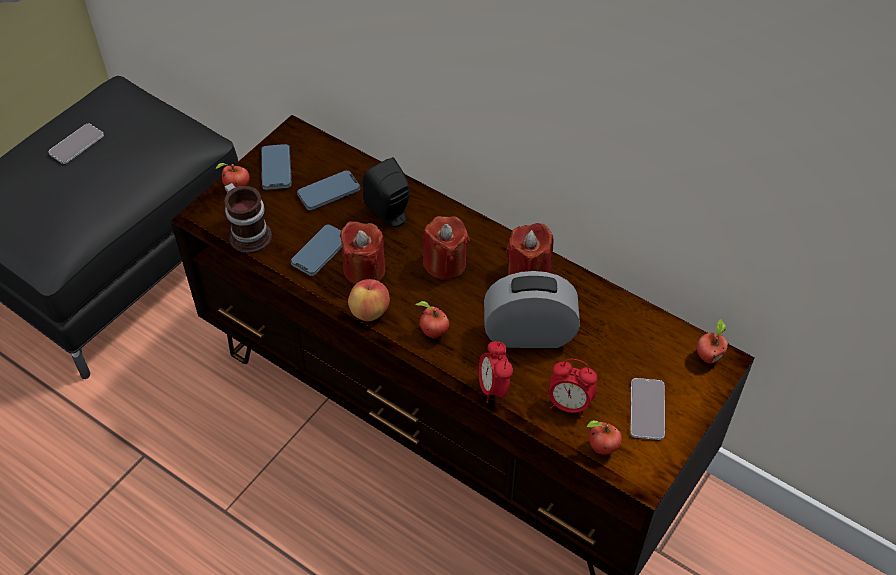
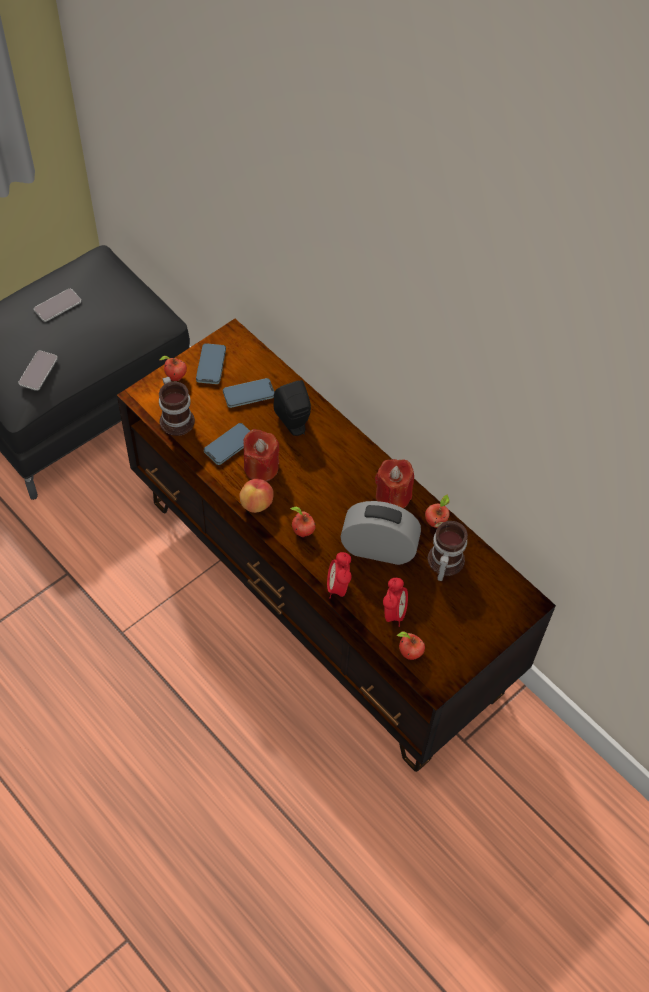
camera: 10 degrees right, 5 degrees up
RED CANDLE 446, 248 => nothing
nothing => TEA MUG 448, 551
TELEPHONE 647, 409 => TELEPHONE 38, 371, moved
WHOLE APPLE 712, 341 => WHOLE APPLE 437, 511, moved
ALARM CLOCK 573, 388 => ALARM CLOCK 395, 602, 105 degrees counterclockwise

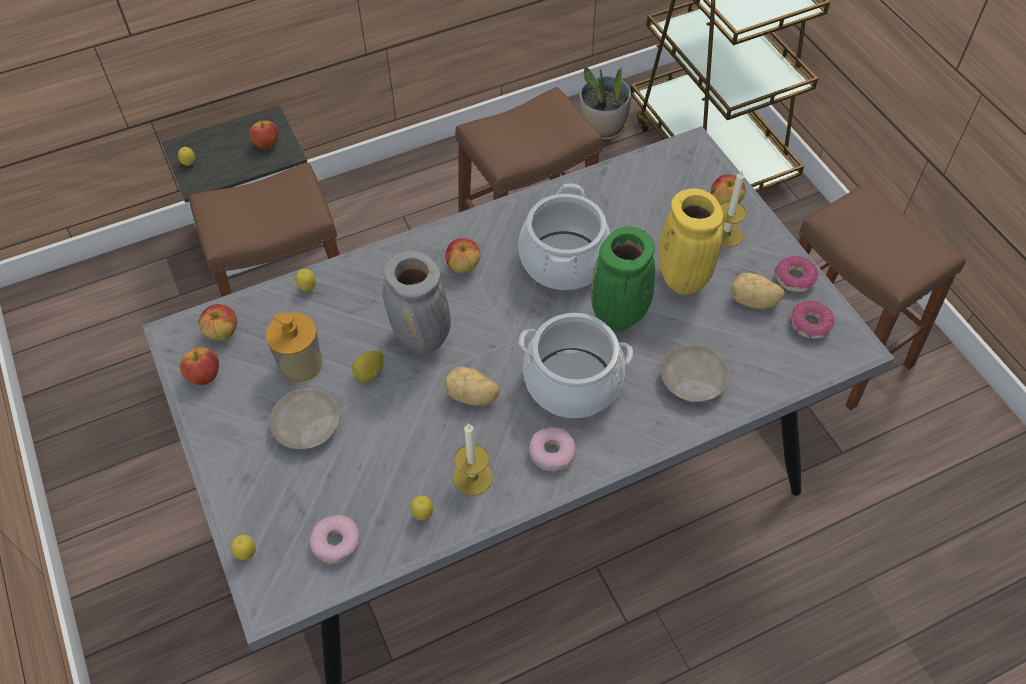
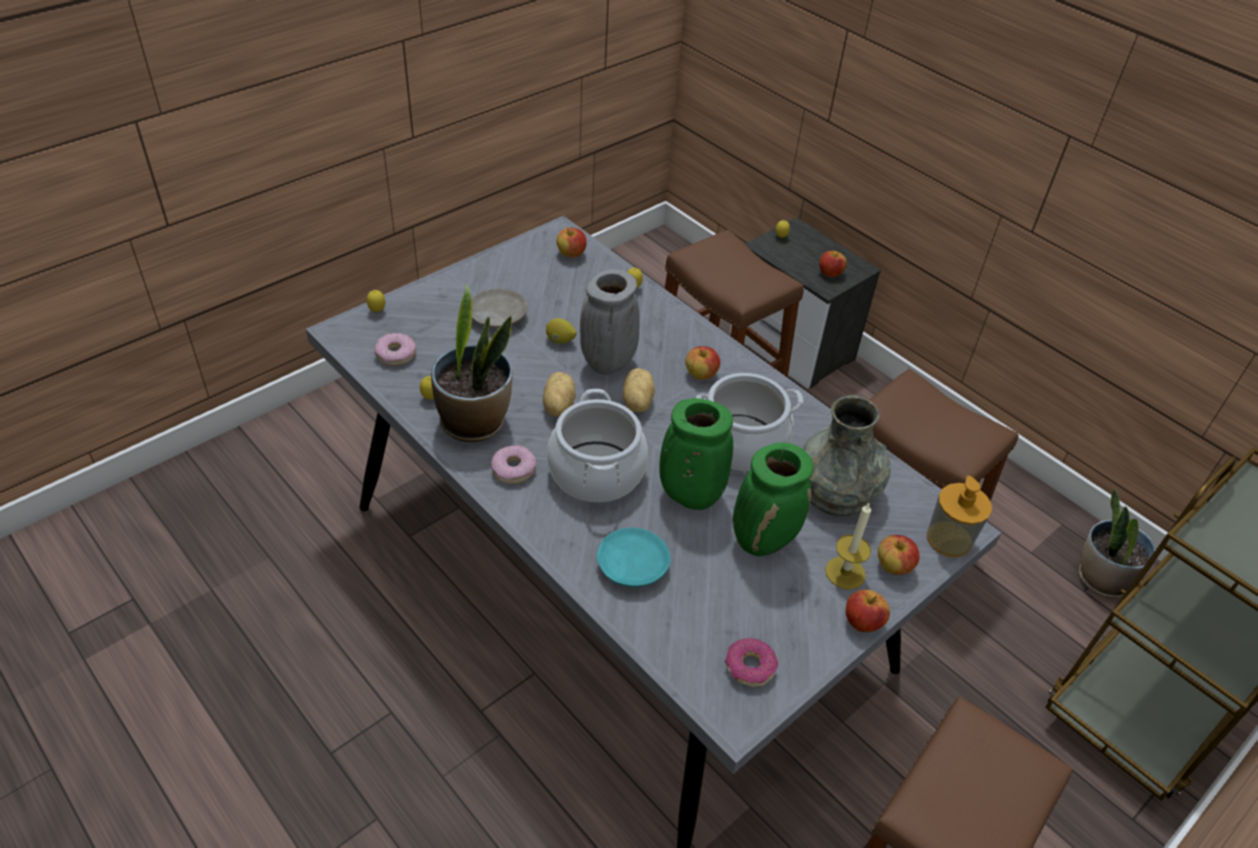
camera: 70 degrees right, 10 degrees down
RING DOUGHNUT 797, 274 => nothing
nothing => GRAY FLOWER VASE 846, 456
WHOLE APPLE 199, 366 => WHOLE APPLE 868, 611, moved
SOAP BOTTLE 293, 347 => SOAP BOTTLE 959, 517, moved
SPUD 757, 291 => SPUD 639, 390, moved
CANDLE 473, 459 => POTTED PLANT 472, 363
YELLOW FLOWER VASE 691, 241 => GREEN-COLOURED FLOWER VASE 773, 499
BEIGE FLAT DISH 695, 373 => TURQUOISE-COLOURED FLAT DISH 634, 557

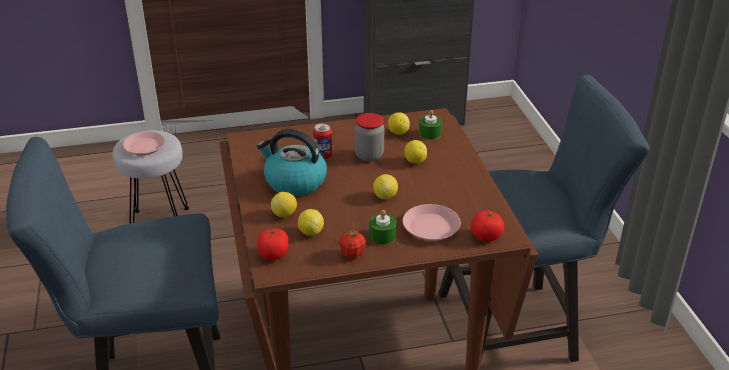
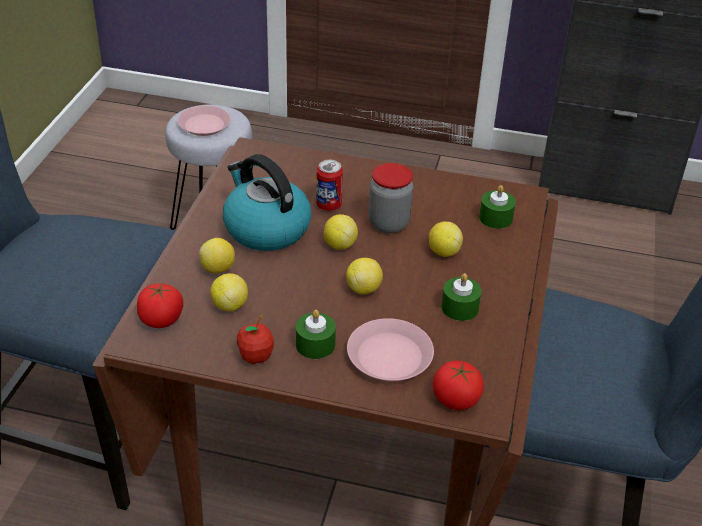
camera: 25 degrees right, 5 degrees up
nothing => GREEN-COLOURED CANDLE 461, 297
LEMON 399, 123 => LEMON 340, 232, moved

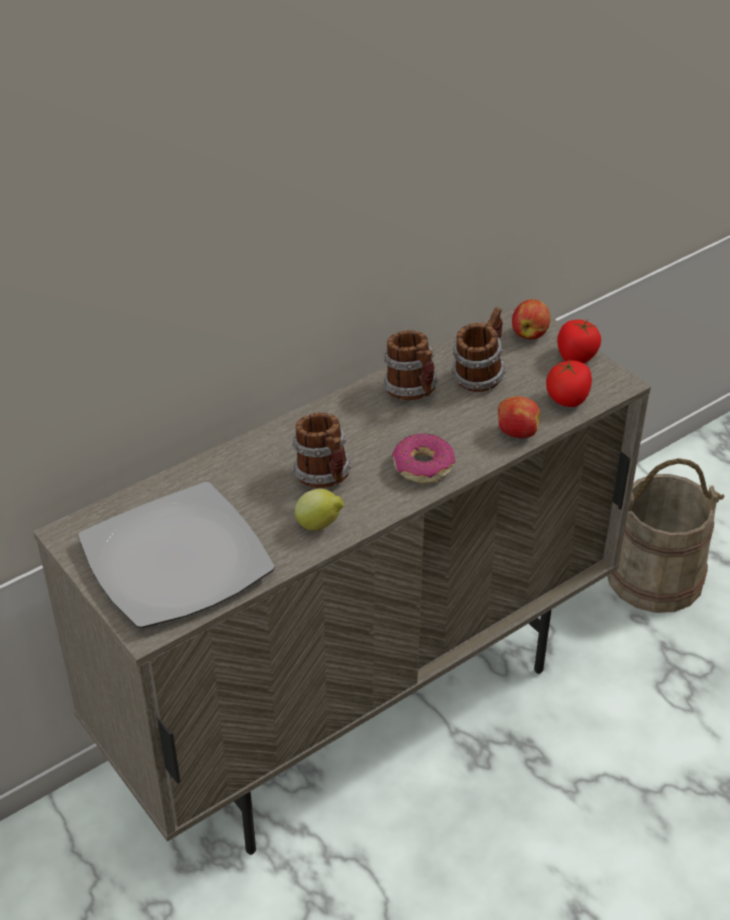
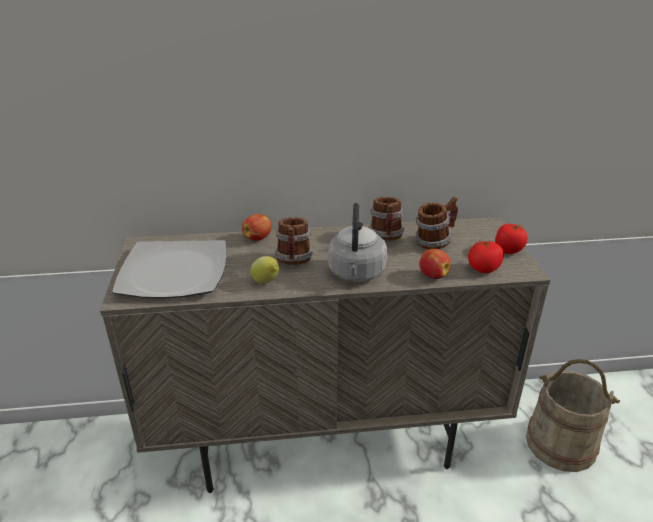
camera: 30 degrees right, 10 degrees down
WHOLE APPLE 531, 319 => WHOLE APPLE 257, 227, moved
RING DOUGHNUT 423, 458 => GRAY WATER KETTLE 357, 242

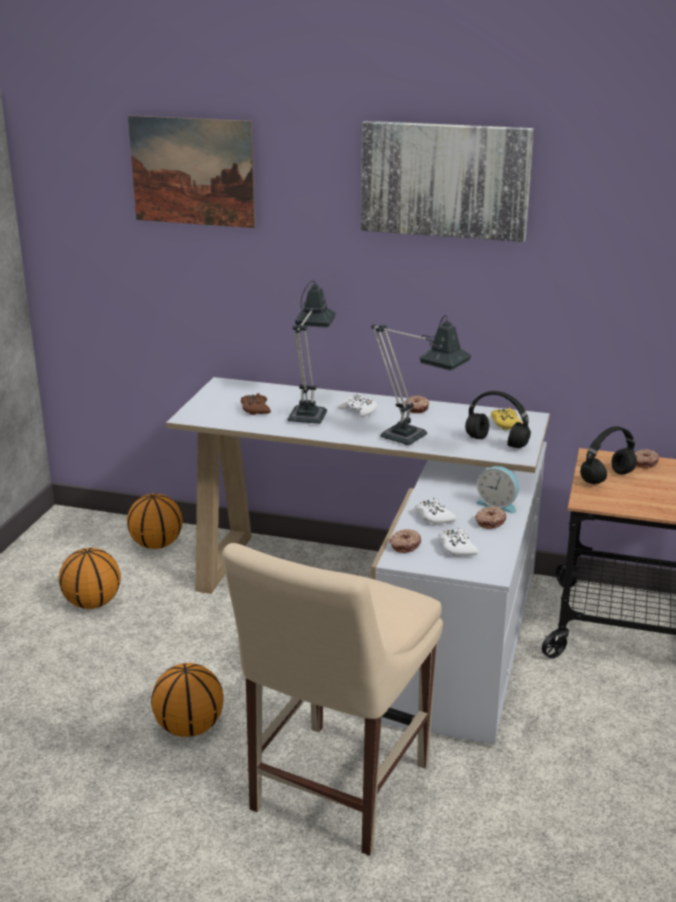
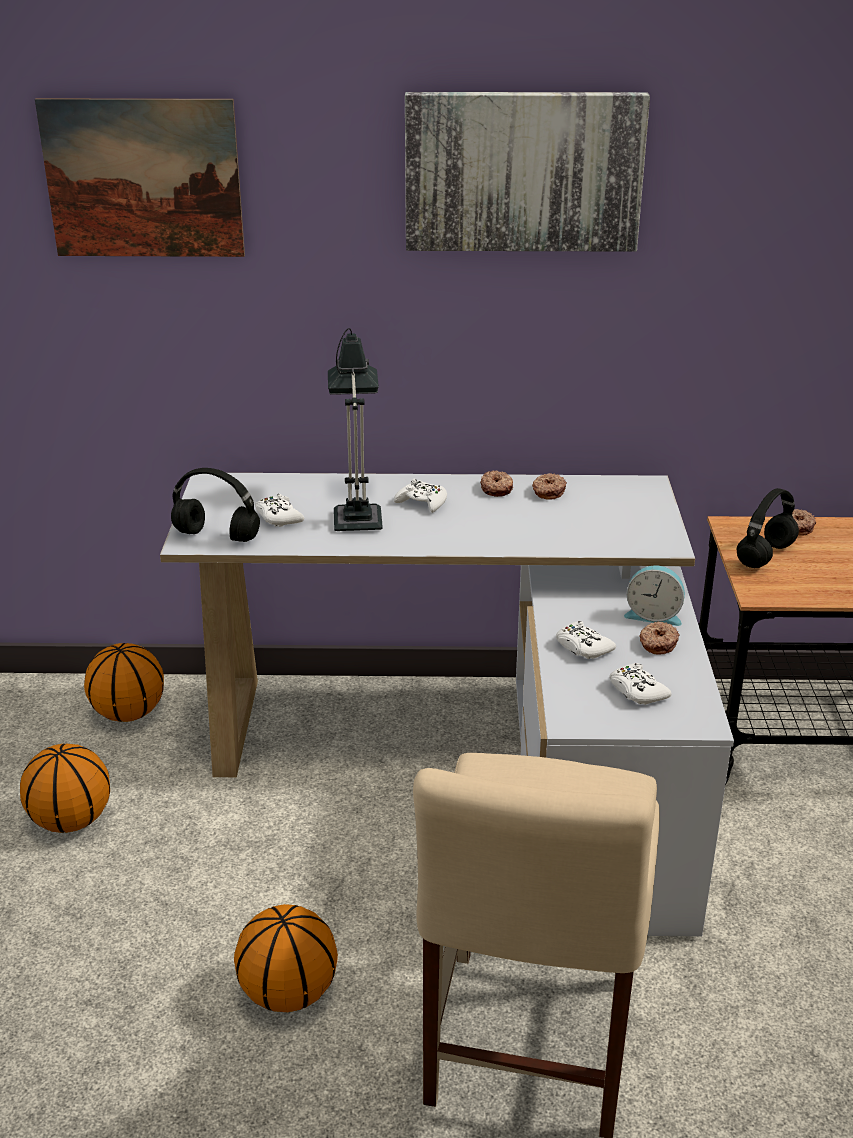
camera: 15 degrees left, 5 degrees up
TABLE LAMP 421, 380 => nothing
YELLOW GAME CONTROLLER 507, 419 => nothing
RING DOUGHNUT 405, 541 => RING DOUGHNUT 549, 486, moved
BLACK HEADSET 498, 419 => BLACK HEADSET 215, 505, moved
BROWN-COLOURED GAME CONTROLLER 256, 404 => WHITE-COLOURED GAME CONTROLLER 279, 510

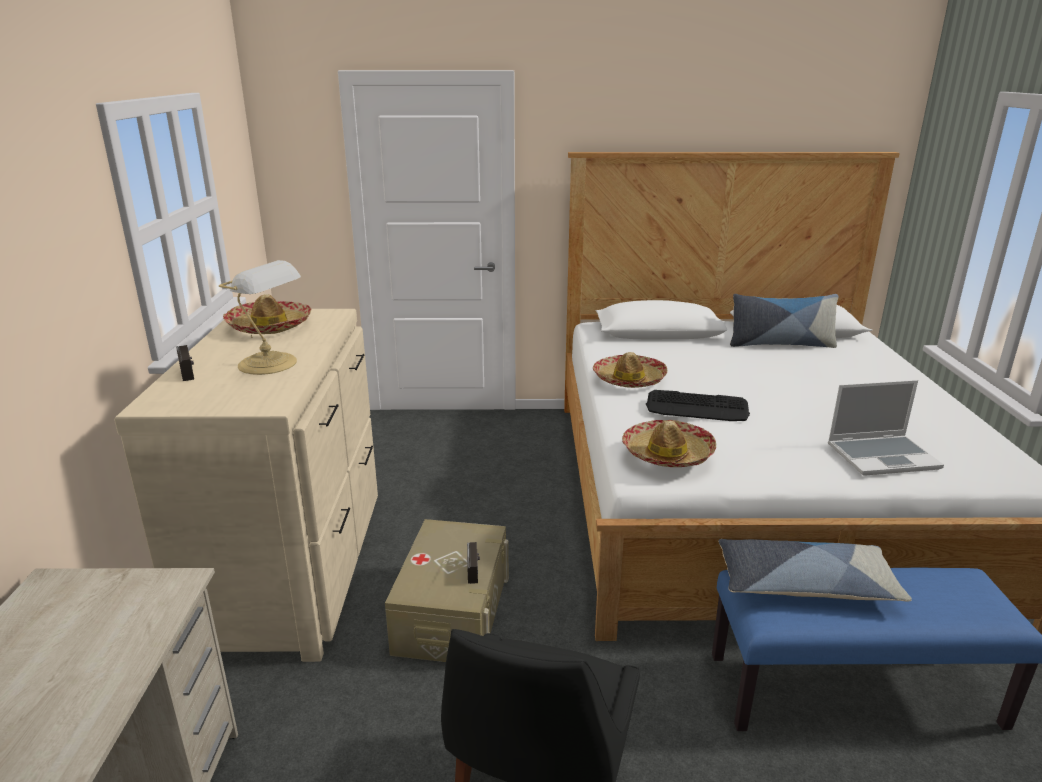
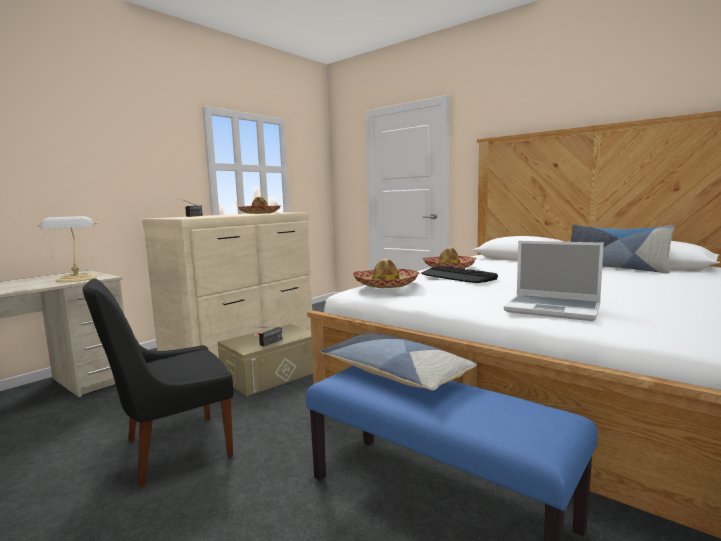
camera: 40 degrees right, 15 degrees down
TABLE LAMP 260, 317 => TABLE LAMP 67, 249, moved

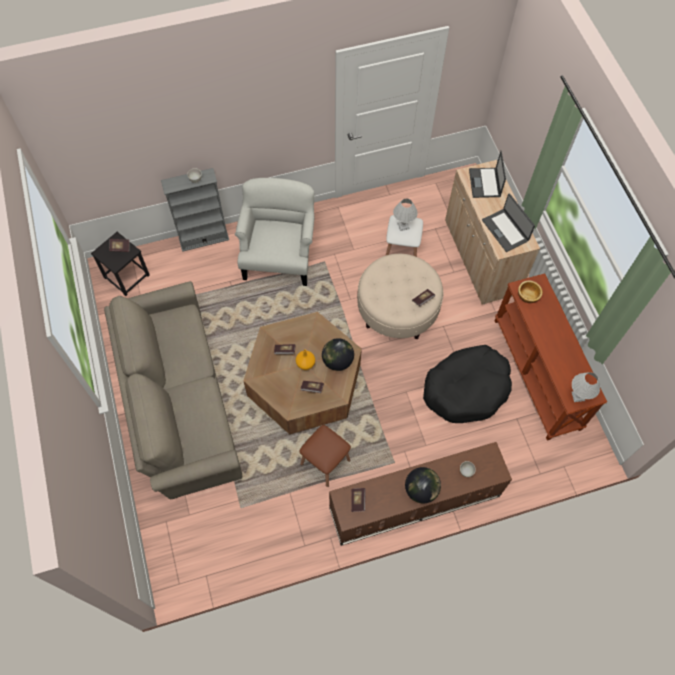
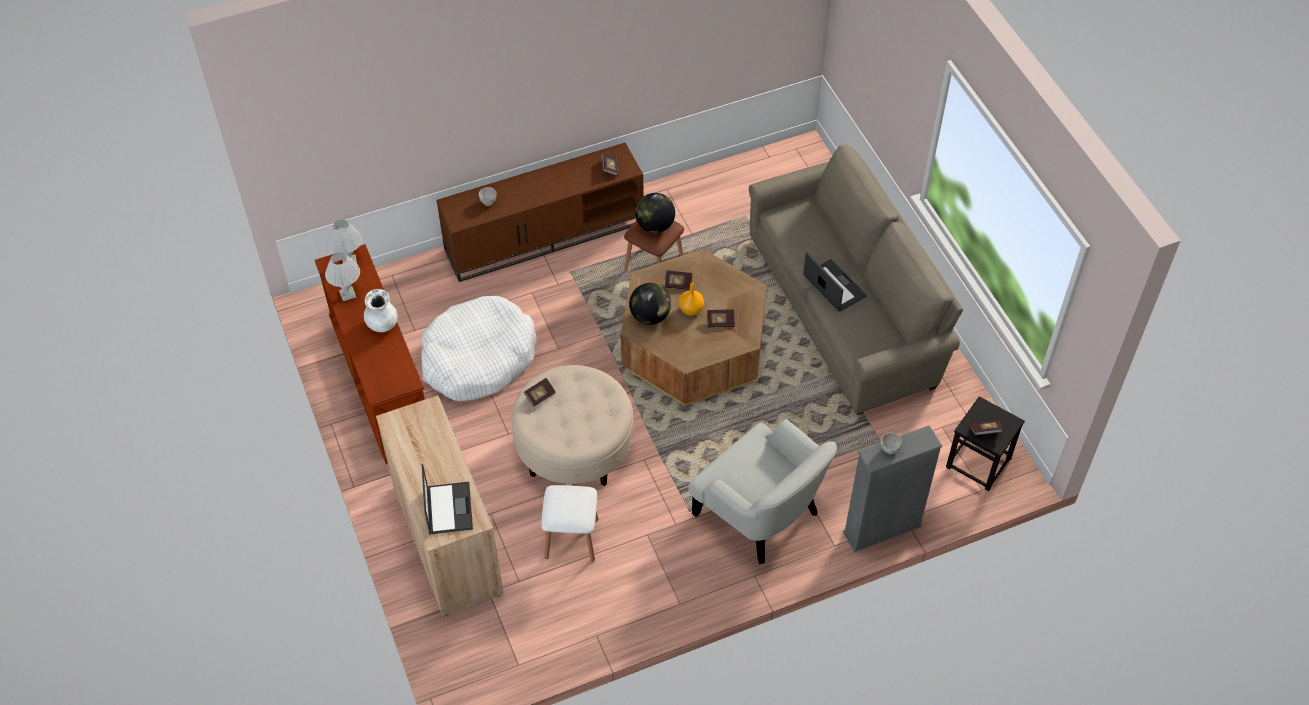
camera: 175 degrees right, 10 degrees down
SERVING BOWL 530, 292 => nothing
nothing => WHITE-COLOURED FLOWER VASE 381, 310
WHITE-COLOURED TABLE LAMP 405, 214 => WHITE-COLOURED TABLE LAMP 342, 276, moved
GLOBE 423, 485 => GLOBE 655, 213, moved
NOTEBOOK COMPUTER 508, 223 => NOTEBOOK COMPUTER 835, 282, moved
BLACK PET BED 467, 384 => WHITE-COLOURED PET BED 478, 348
WHITE-COLOURED ARMCHAIR 275, 232 => WHITE-COLOURED ARMCHAIR 762, 491, 45 degrees counterclockwise

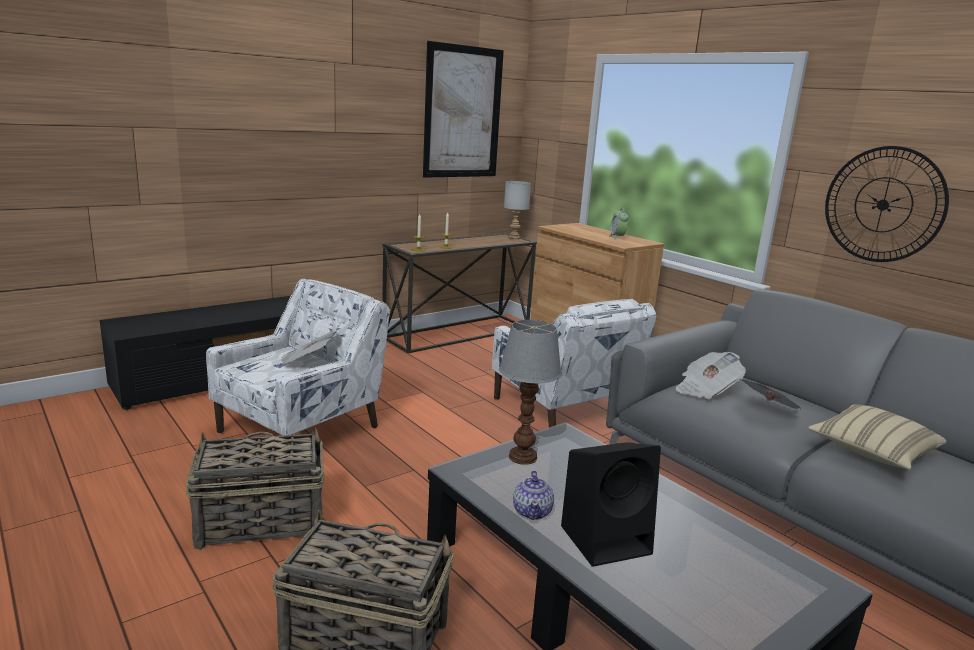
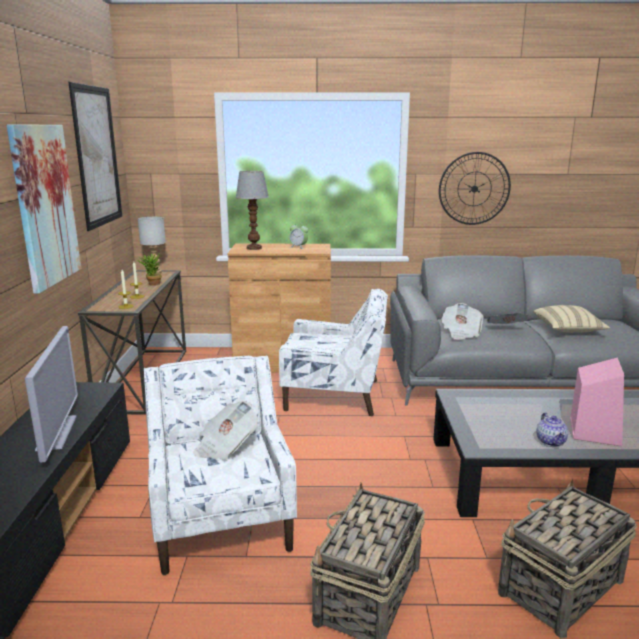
camera: 50 degrees left, 0 degrees up
nothing => WALL ART 44, 209
nothing => TELEVISION 51, 394
nothing => POTTED PLANT 149, 269
TABLE LAMP 530, 392 => TABLE LAMP 252, 210, moved
BLACK AUDIO SPEAKER 611, 504 => PINKISH AUDIO SPEAKER 597, 401
TEA POT 533, 495 => TEA POT 552, 430, 45 degrees clockwise

